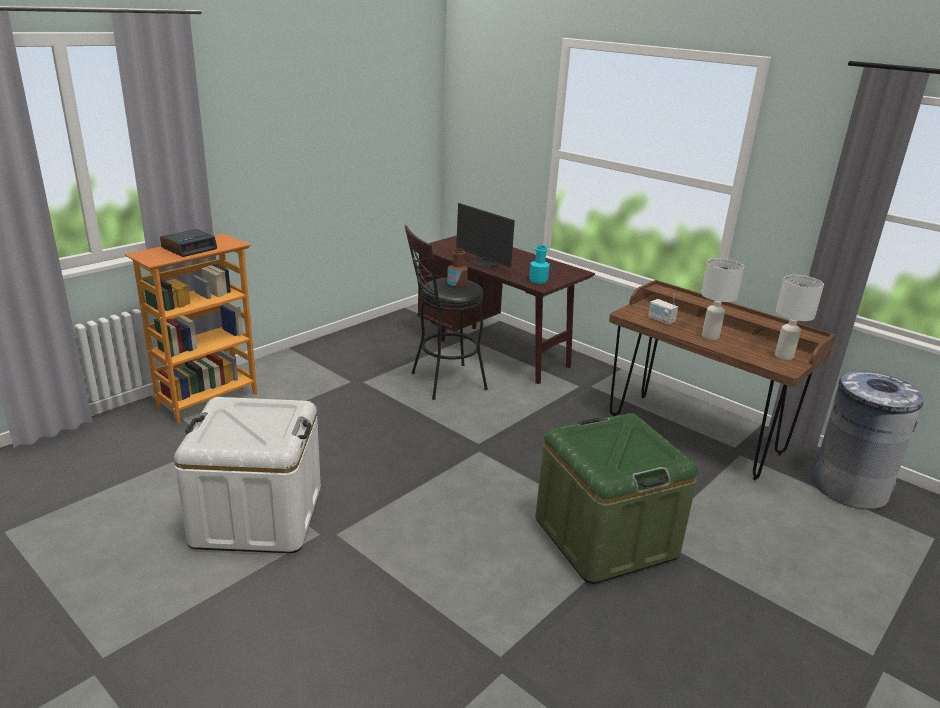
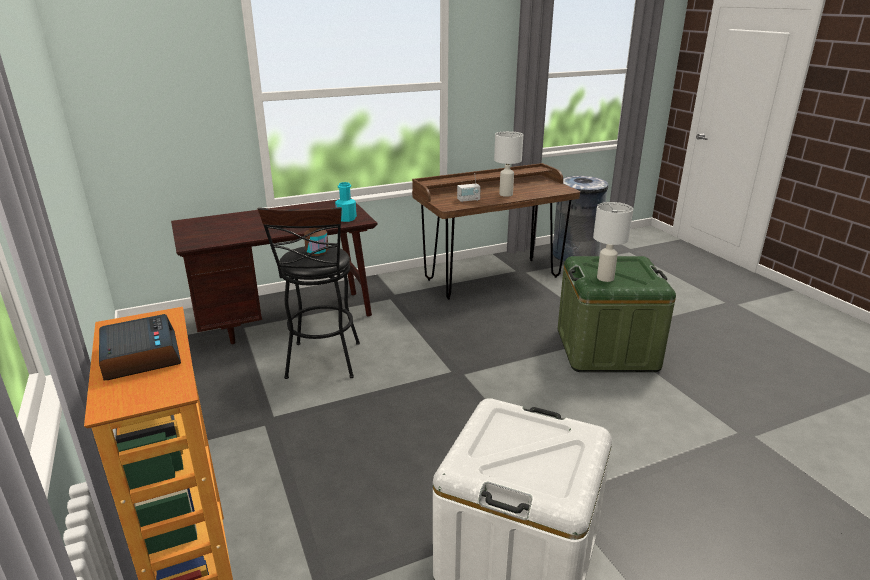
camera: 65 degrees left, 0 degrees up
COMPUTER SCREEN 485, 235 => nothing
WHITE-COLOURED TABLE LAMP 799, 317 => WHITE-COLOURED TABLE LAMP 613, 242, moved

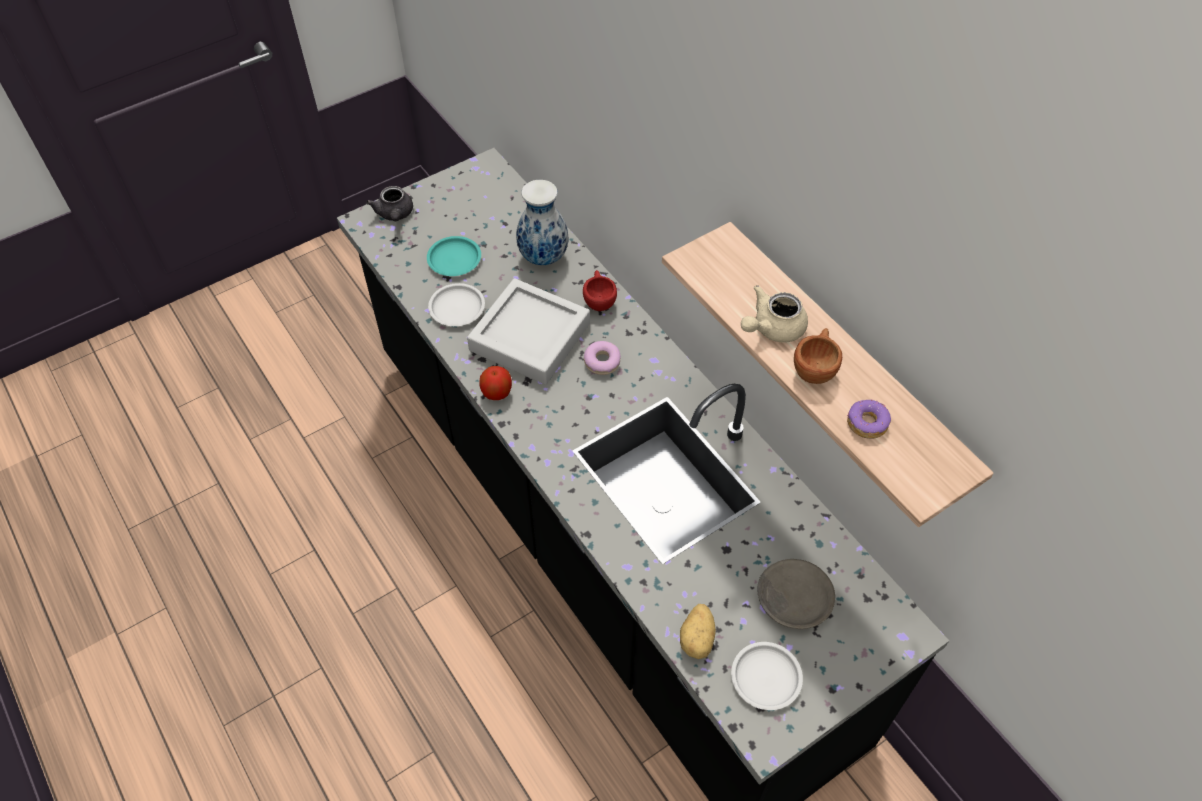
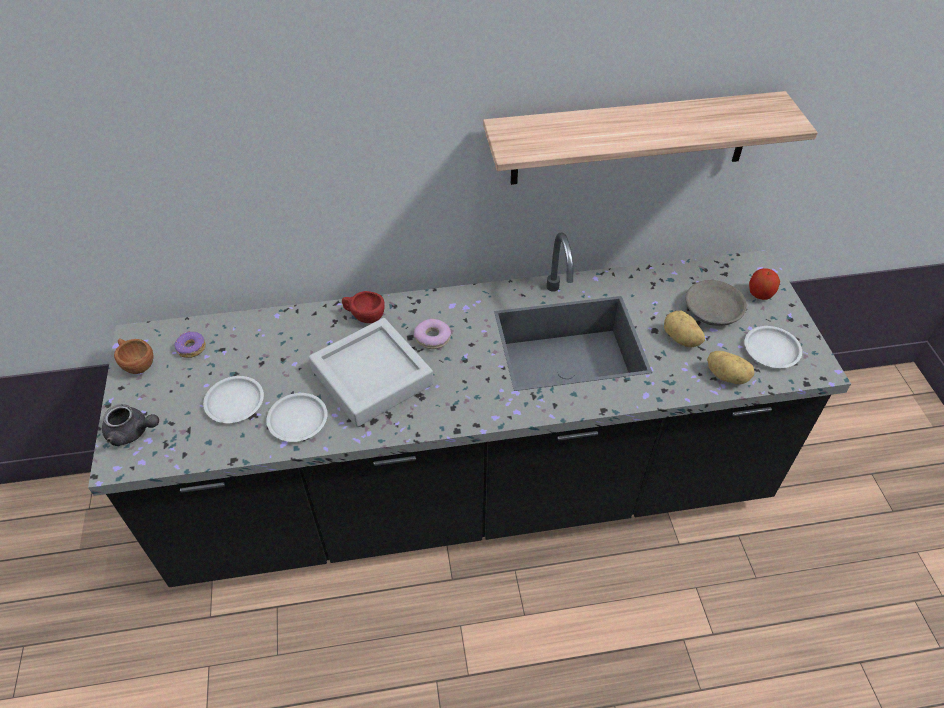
camera: 65 degrees left, 5 degrees down
FLOWER VASE 542, 222 => nothing
BEIGE TEA POT 774, 313 => nothing
nothing => SPUD 684, 329
WHOLE APPLE 495, 383 => WHOLE APPLE 764, 284, moved
BROWN-COLOURED SMALL CUP 818, 356 => BROWN-COLOURED SMALL CUP 134, 356, moved
RING DOUGHNUT 869, 419 => RING DOUGHNUT 190, 344, moved
TURQUOISE-COLOURED FLAT DISH 454, 256 => WHITE-COLOURED FLAT DISH 233, 399

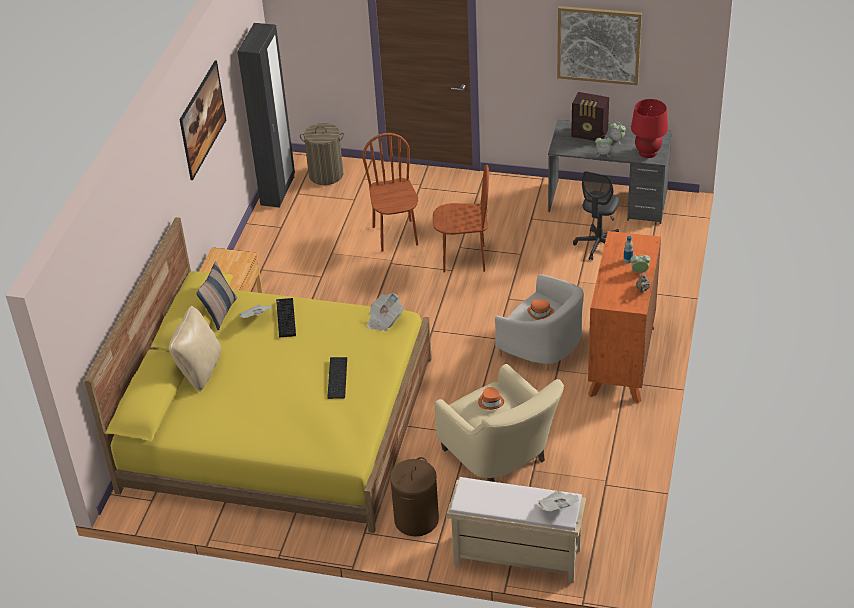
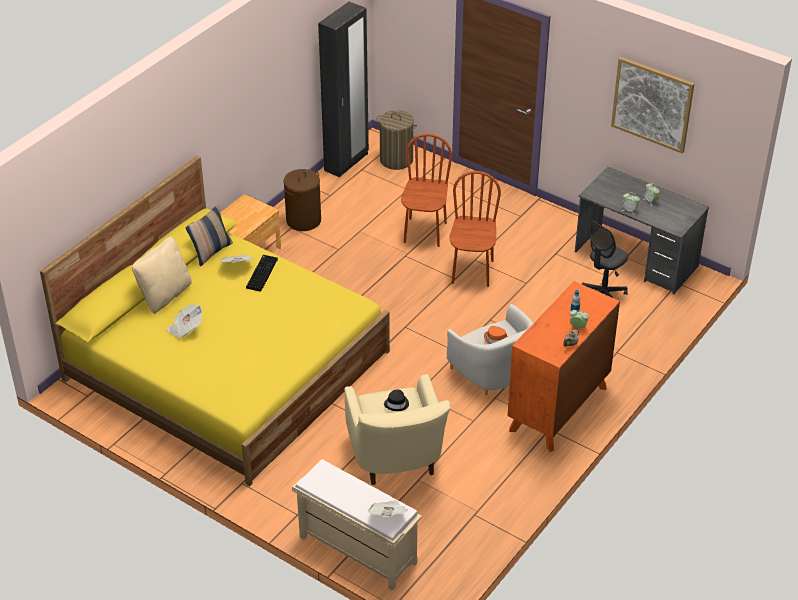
camera: 20 degrees right, 0 degrees up
WALL ART 202, 120 => nothing
COMPUTER KEYBOARD 337, 378 => nothing
RADIO SET 590, 116 => nothing
RED TABLE LAMP 649, 128 => nothing
PRINTED PAPER 385, 312 => PRINTED PAPER 185, 321, moved
BROWN-COLOURED HAMPER 414, 497 => BROWN-COLOURED HAMPER 302, 200, moved
ORANGE-COLOURED WEARABLE HAT 491, 398 => BLACK WEARABLE HAT 396, 400
BROWN-COLOURED UPRIGHT CHAIR 461, 218 => BROWN-COLOURED UPRIGHT CHAIR 475, 229, 105 degrees counterclockwise

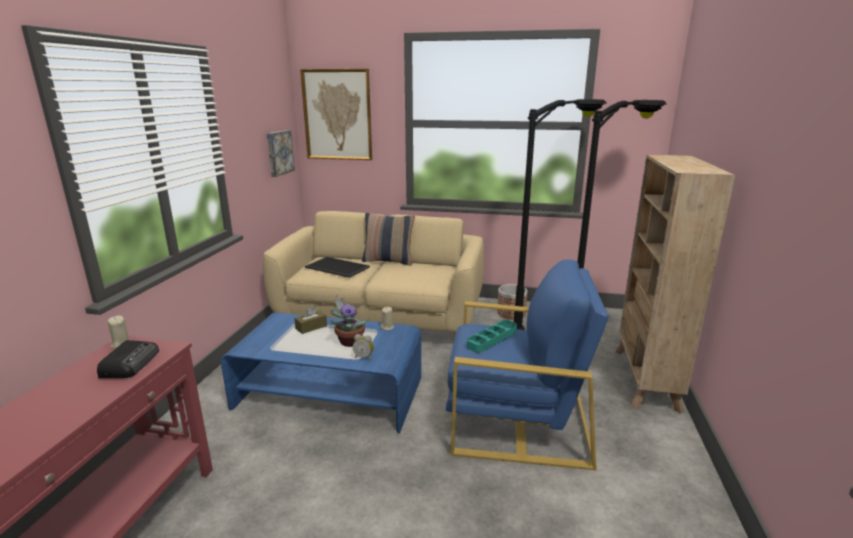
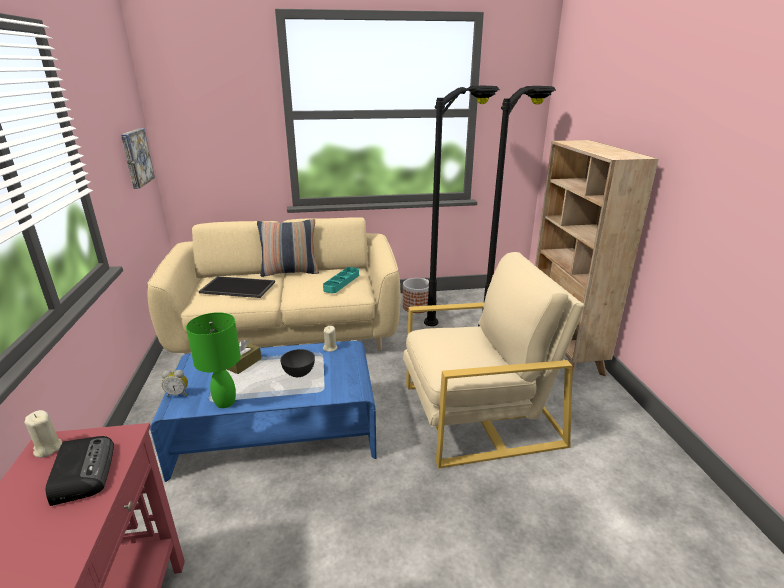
camera: 20 degrees left, 5 degrees up
WALL ART 336, 114 => nothing
nothing => GREEN-COLOURED TABLE LAMP 213, 360
ALARM CLOCK 363, 347 => ALARM CLOCK 175, 383, moved
TURQUOISE-COLOURED CARRYING TRAY 492, 336 => TURQUOISE-COLOURED CARRYING TRAY 341, 280, moved
POTTED PLANT 349, 321 => GRAY SERVING BOWL 297, 363
BLUISH ARMCHAIR 527, 365 => BEIGE ARMCHAIR 494, 360

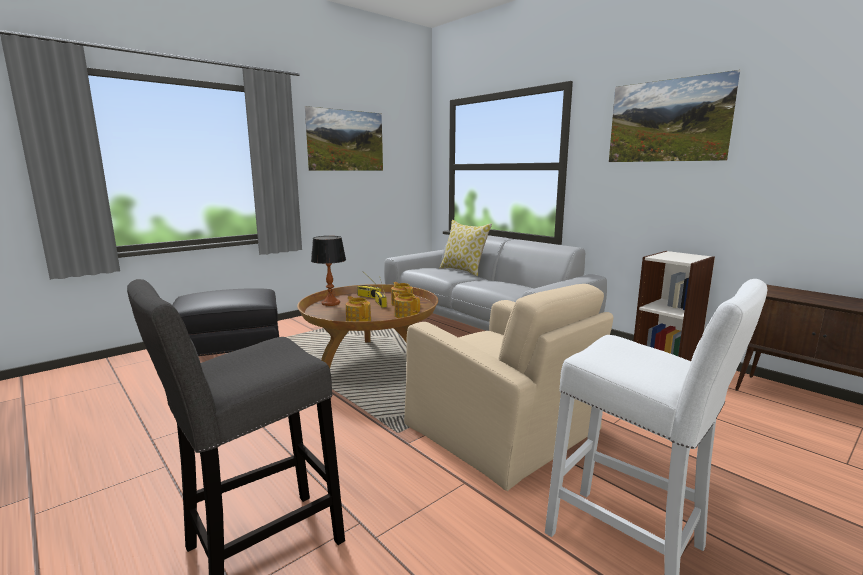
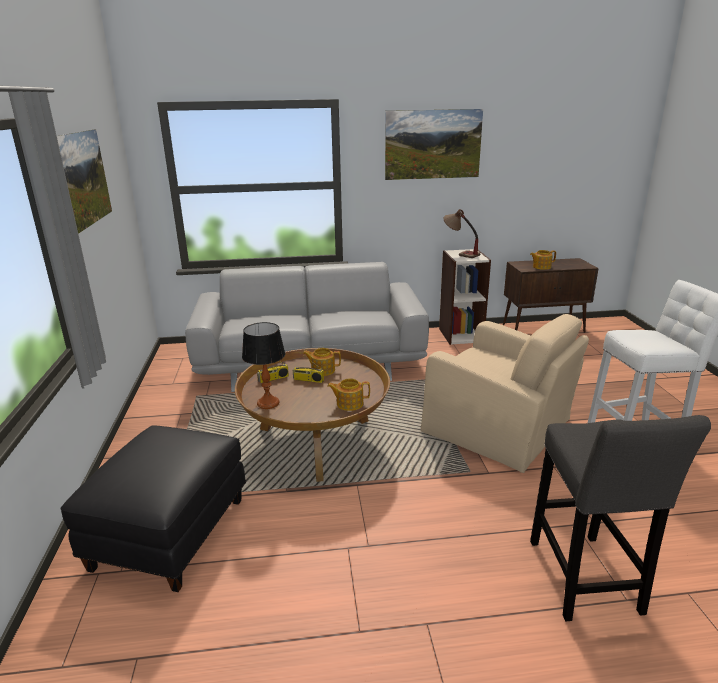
camera: 55 degrees left, 10 degrees up
THROW PILLOW 466, 248 => nothing
nothing => TABLE LAMP 461, 233
TEA POT 406, 305 => TEA POT 543, 260, moved
BEIGE ARMCHAIR 508, 387 => BEIGE ARMCHAIR 505, 393, 45 degrees clockwise

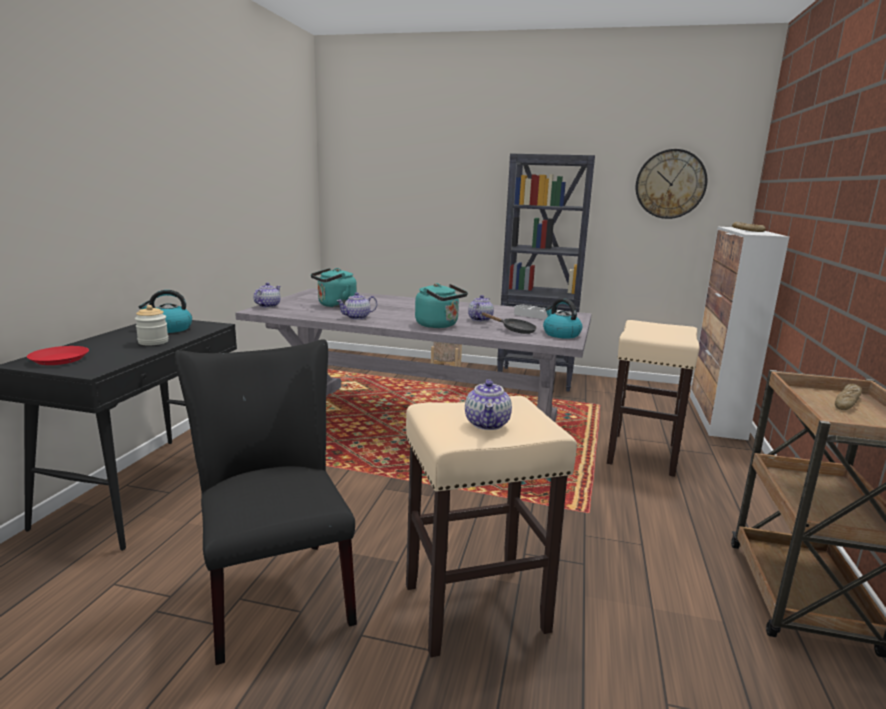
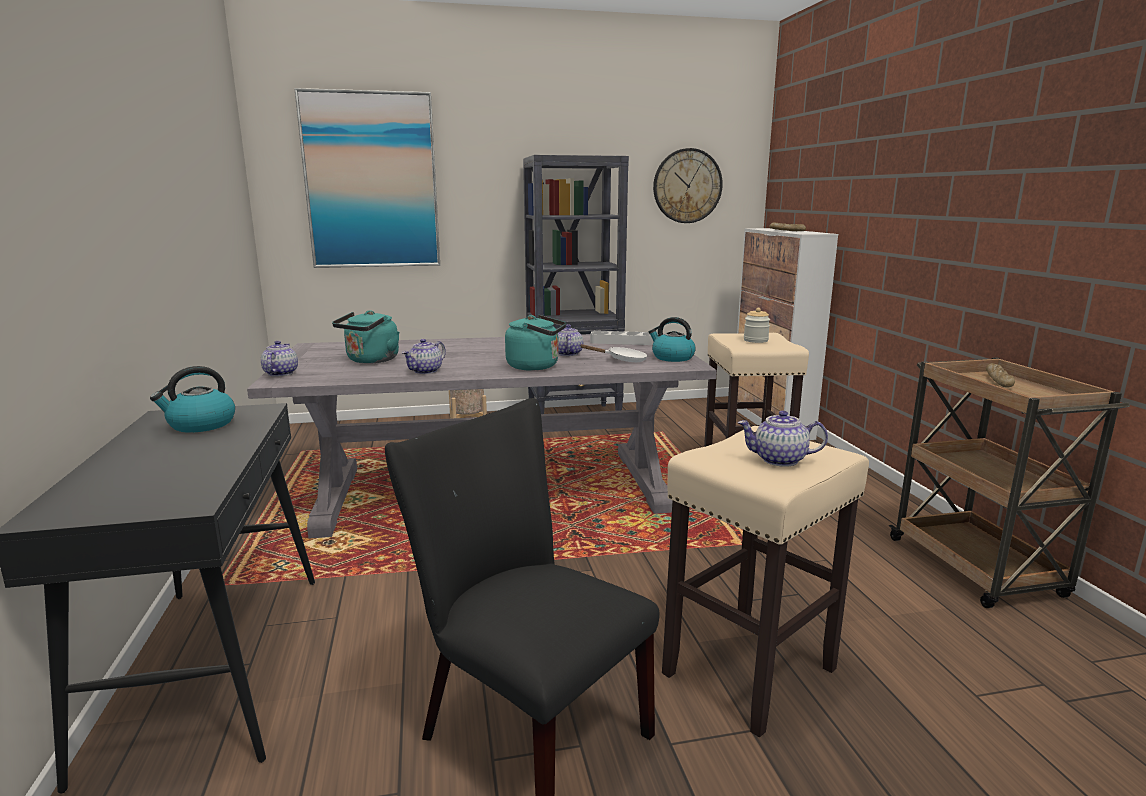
camera: 25 degrees left, 0 degrees up
RED FLAT DISH 58, 355 => nothing
nothing => WALL ART 367, 178
PRESERVE JAR 152, 325 => PRESERVE JAR 757, 325, moved
BLACK SKILLET 509, 323 => WHITE-COLOURED SKILLET 613, 353
TEA POT 488, 404 => TEA POT 783, 438, 120 degrees clockwise

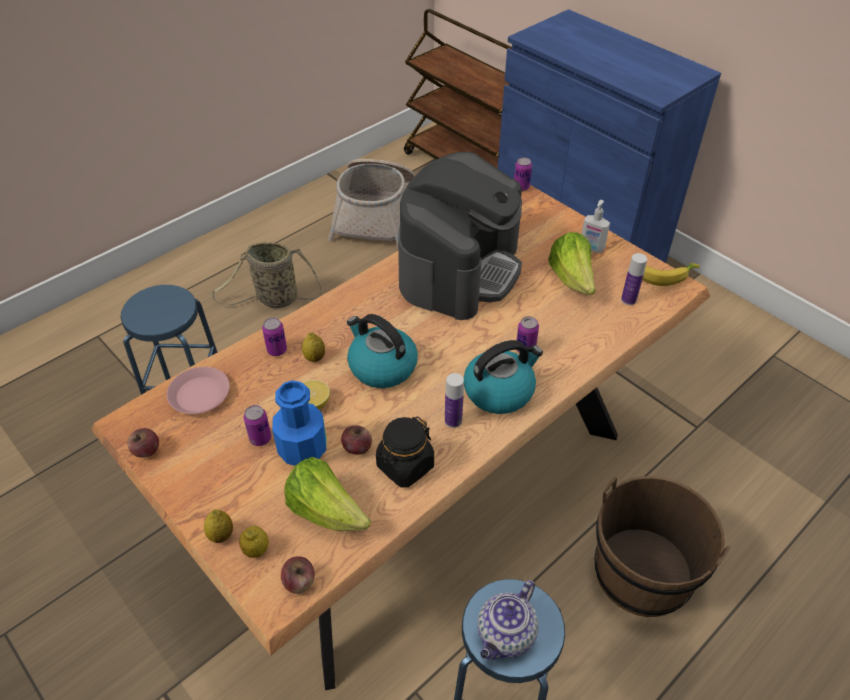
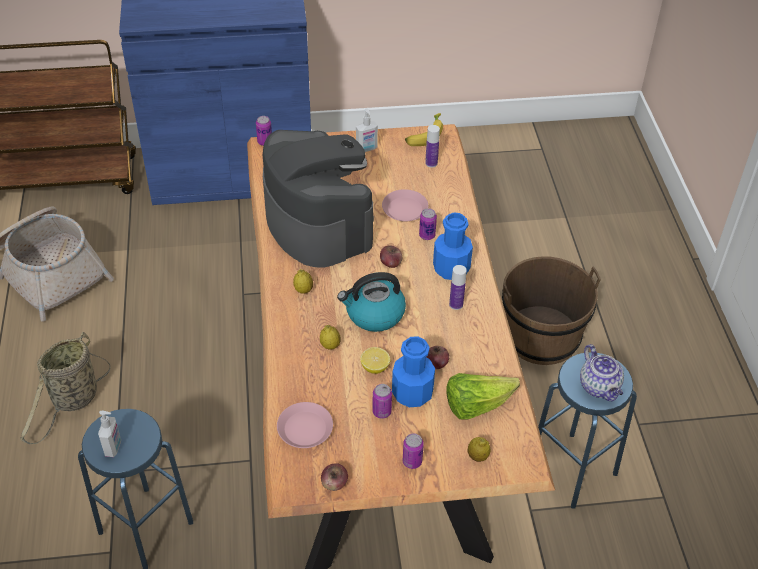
camera: 55 degrees left, 0 degrees up
BLACK PRESERVE JAR 405, 452 => nothing
LETTUCE 572, 263 => nothing
nothing => SOAP BOTTLE 109, 434
nothing => PINKISH FLAT DISH 405, 205
LEMON 218, 526 => LEMON 303, 281, moved
METAL CAN 274, 337 => METAL CAN 413, 451, moved
WHOLE APPLE 298, 575 => WHOLE APPLE 391, 256, moved
WATER KETTLE 503, 377 => BLUISH BEVERAGE BOTTLE 453, 246

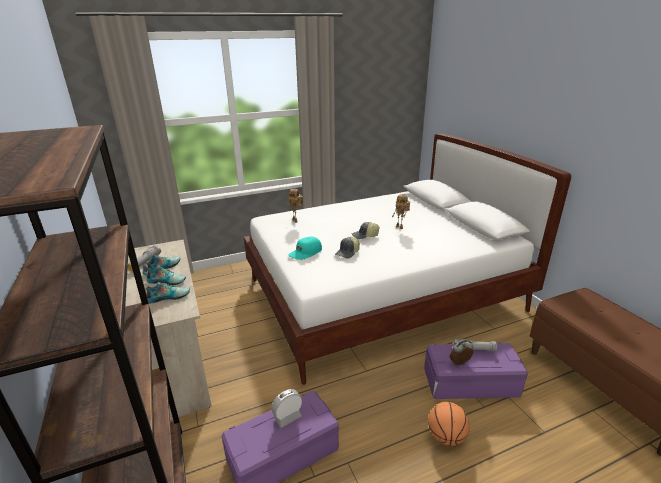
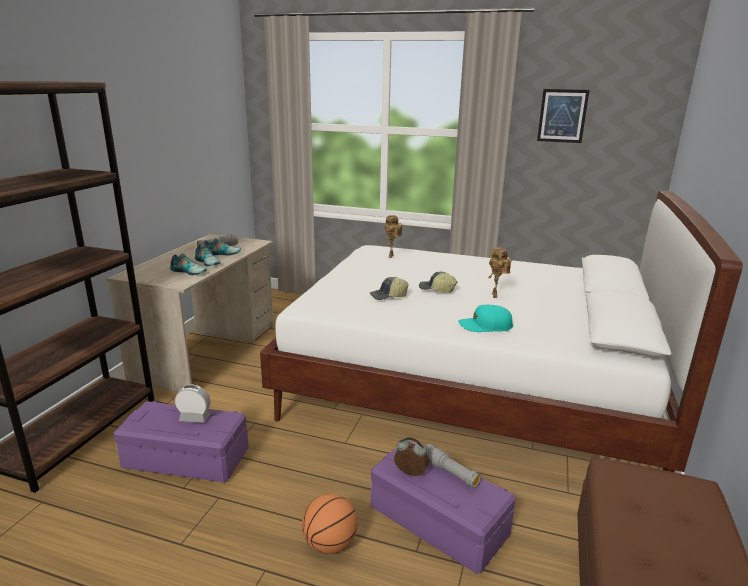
camera: 40 degrees right, 5 degrees down
nothing => WALL ART 563, 116
TURQUOISE-COLOURED BASEBALL CAP 305, 248 => TURQUOISE-COLOURED BASEBALL CAP 485, 318, moved

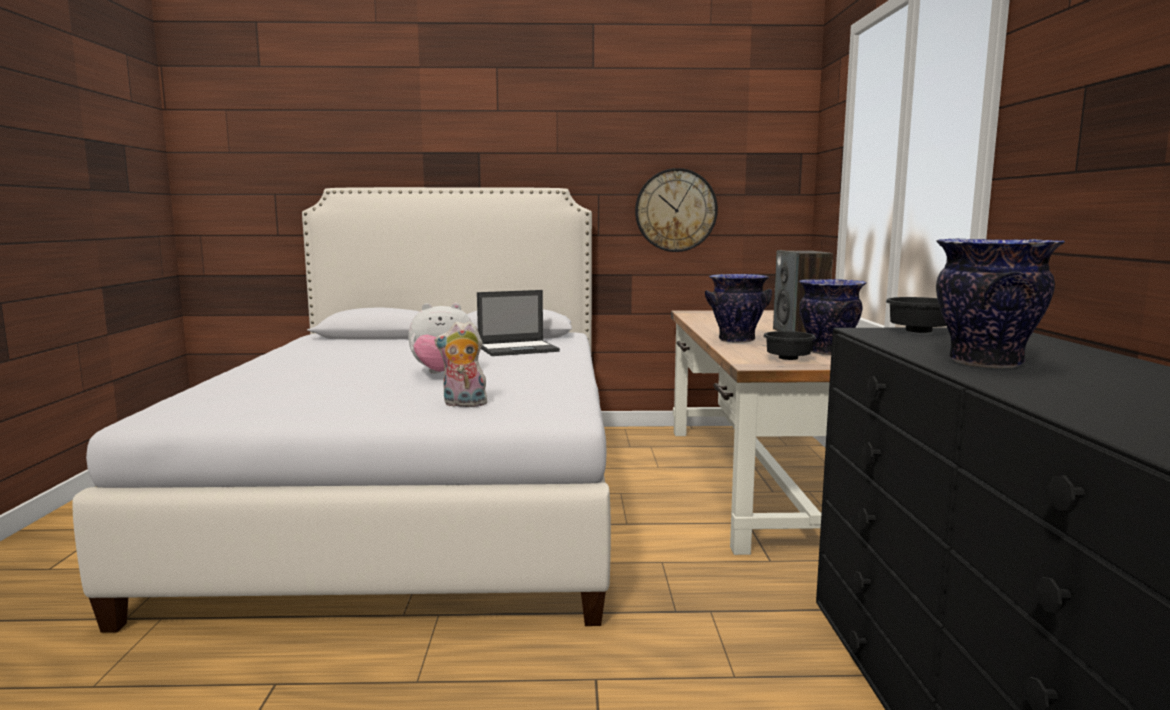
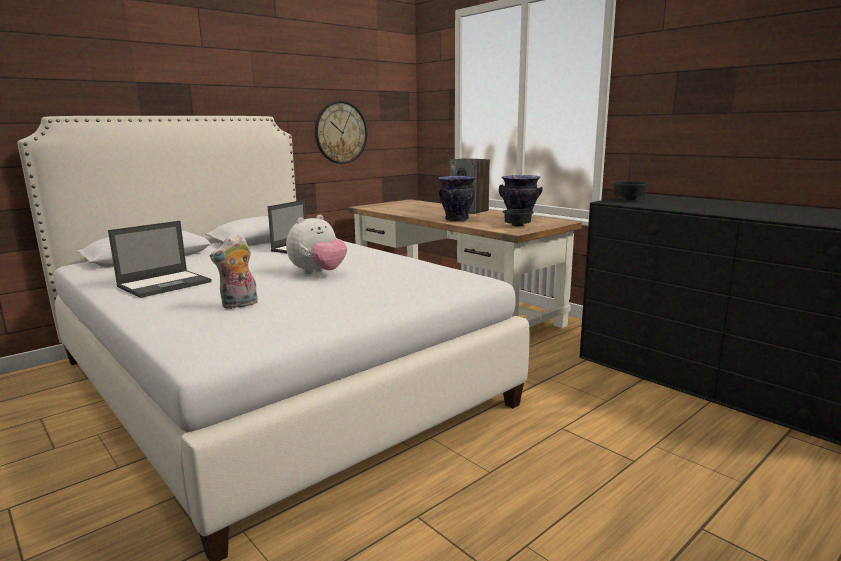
camera: 40 degrees left, 5 degrees up
FLOWER VASE 1000, 303 => nothing
nothing => NOTEBOOK COMPUTER 160, 259
PLUSH TOY 461, 364 => PLUSH TOY 234, 272, moved

